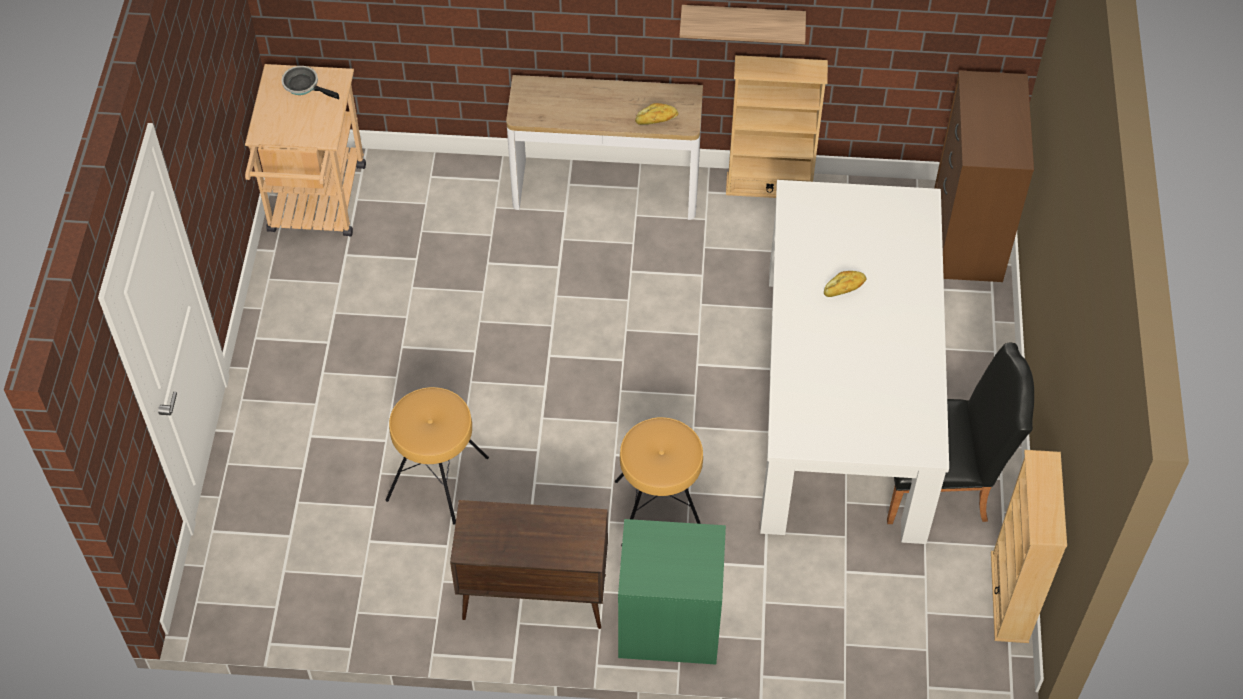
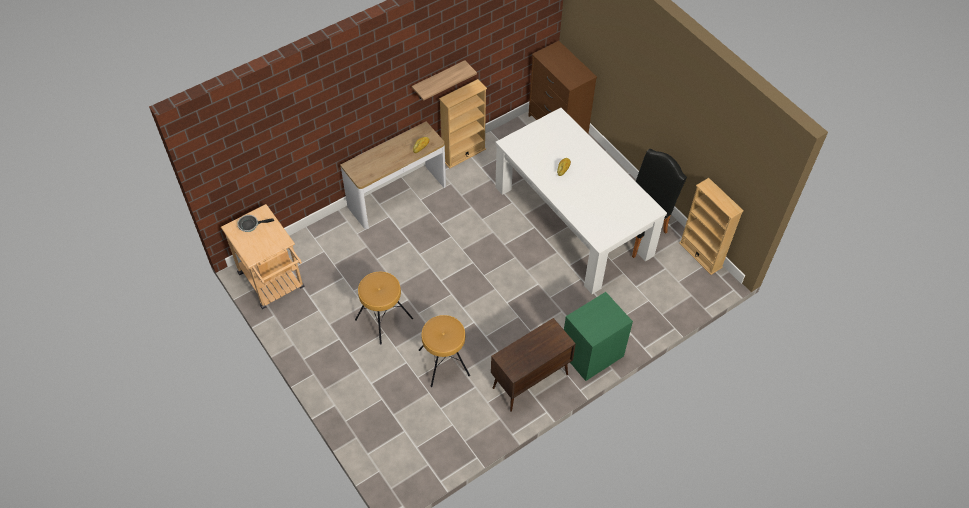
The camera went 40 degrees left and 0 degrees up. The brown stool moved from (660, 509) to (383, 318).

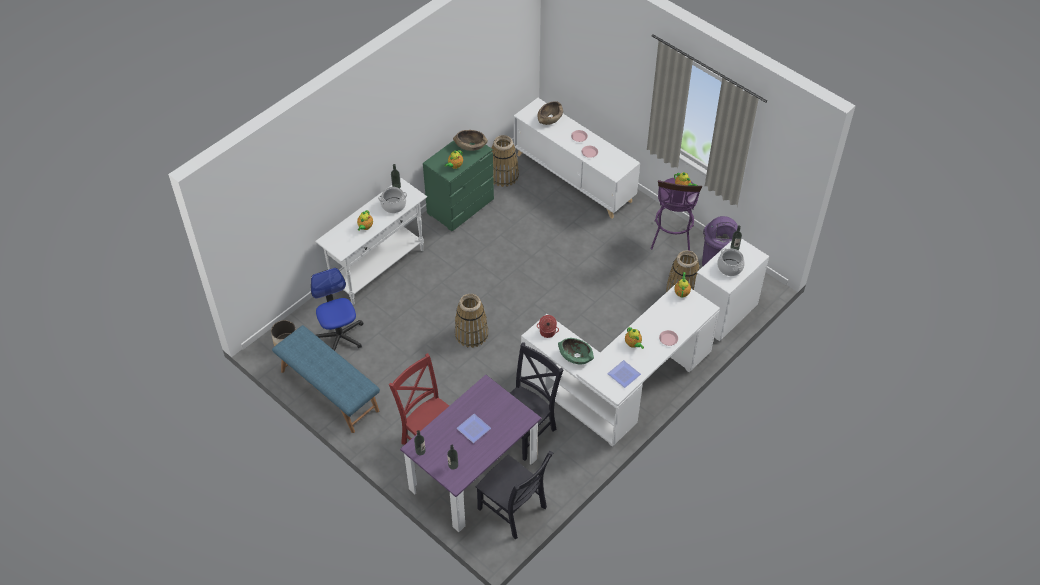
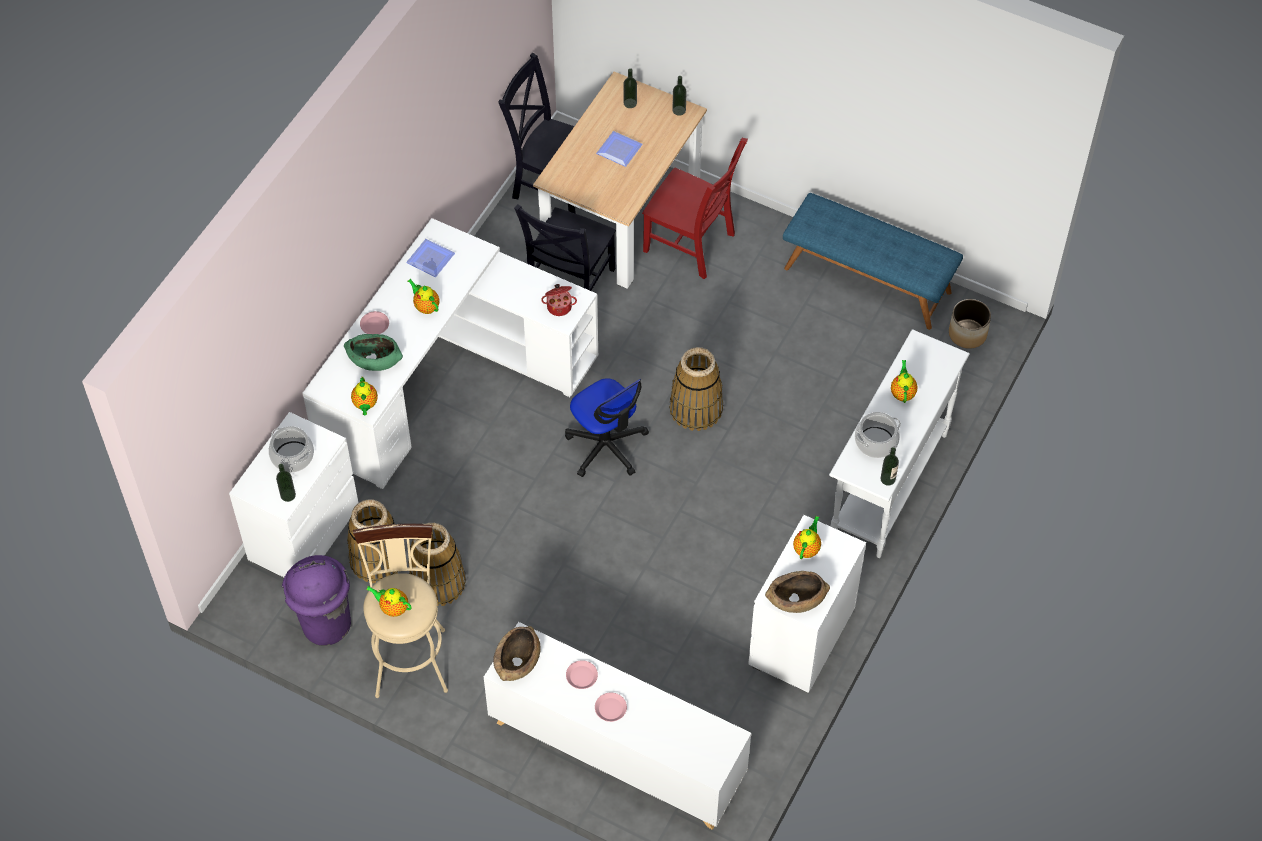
The camera went 165 degrees right and 5 degrees up. The brown bowl moved from (549, 118) to (518, 661). The basket moved from (503, 176) to (437, 582). The green dresser at (460, 206) became the white dresser at (801, 638). The purple stool at (672, 240) became the beige stool at (409, 655). The office chair moved from (339, 336) to (606, 446). The green bowl moved from (575, 356) to (374, 359). The purple dining table at (473, 474) became the beige dining table at (621, 216).

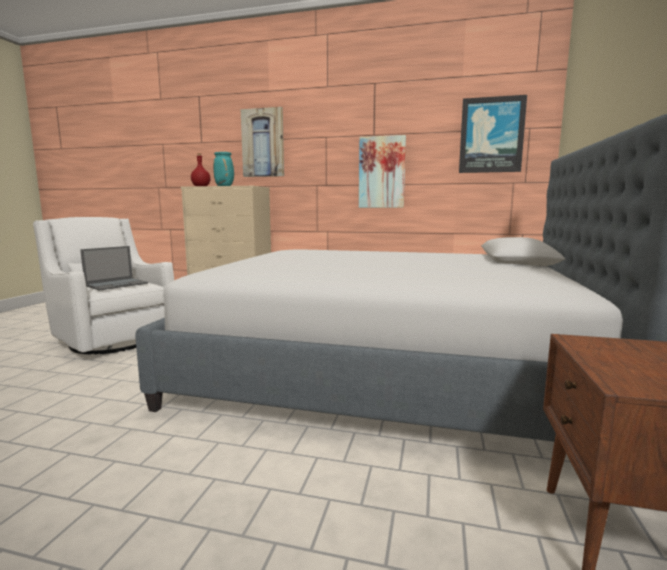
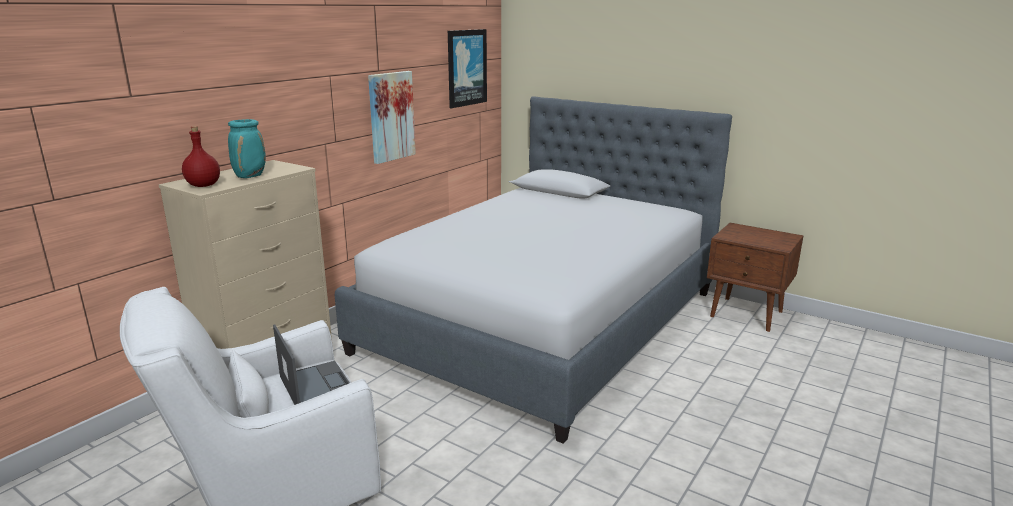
The camera went 70 degrees left and 10 degrees up. The picture at (263, 143) disappeared.

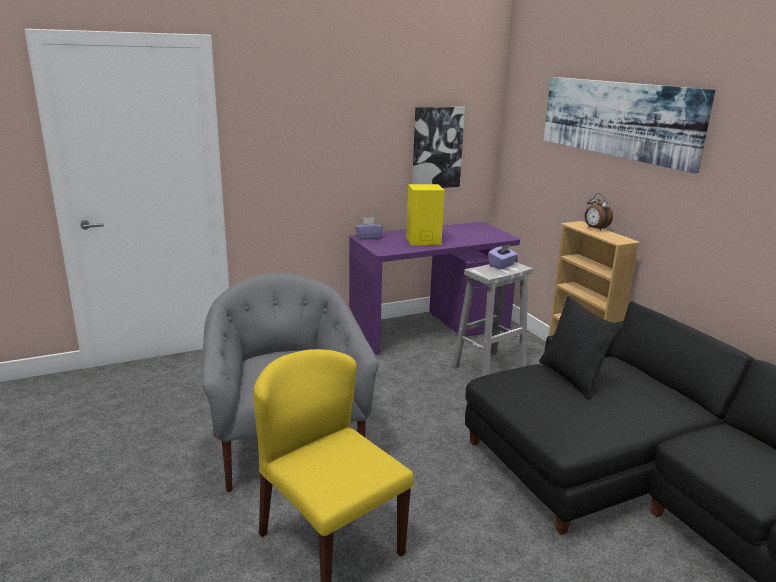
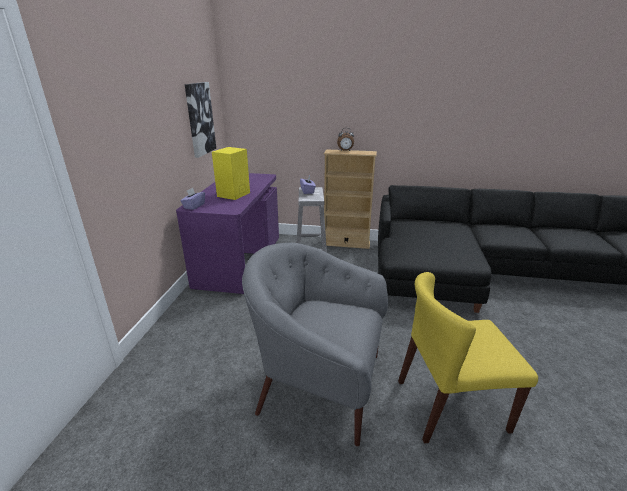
The camera went 55 degrees left and 5 degrees up. The picture at (617, 119) disappeared. The black pillow at (571, 378) disappeared.

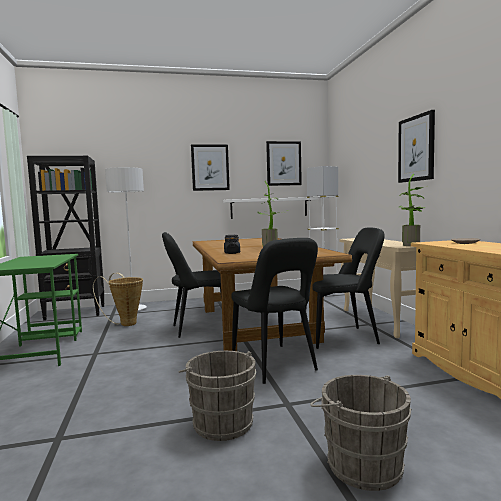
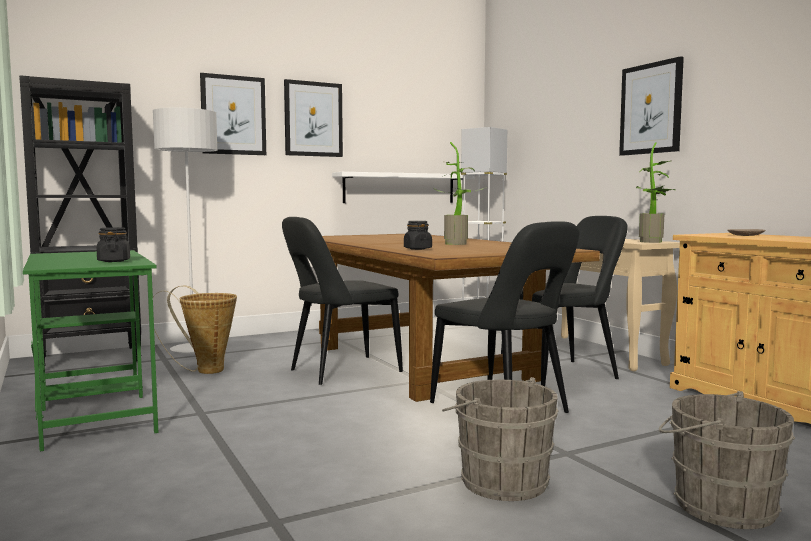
The camera went 15 degrees left and 0 degrees up. The picture moved from (283, 163) to (233, 115). The black jar at (114, 261) appeared.

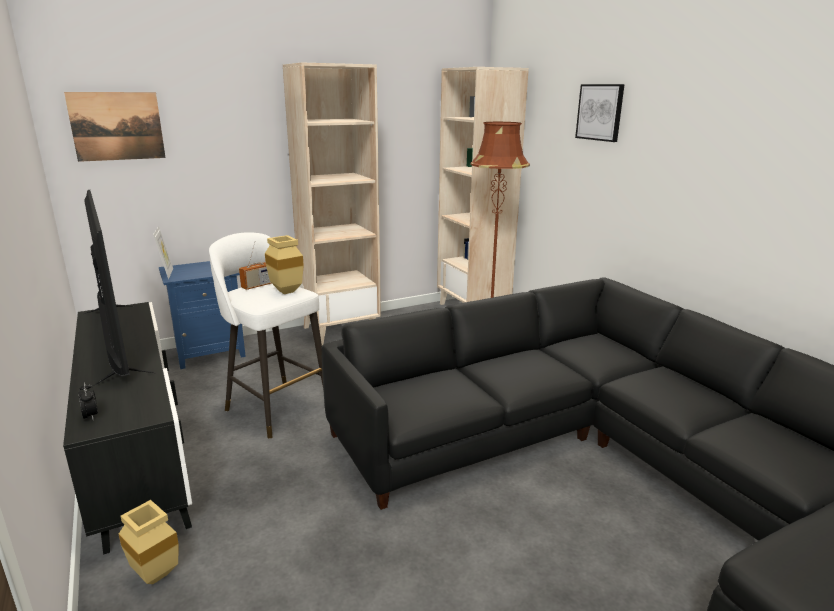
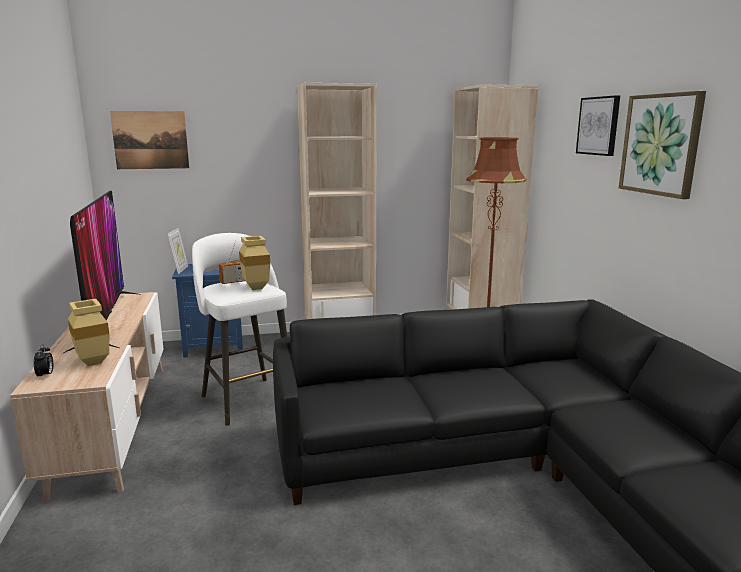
The camera went 15 degrees right and 5 degrees down. The black tv stand at (139, 451) became the beige tv stand at (115, 422). The beige vase moved from (153, 575) to (91, 362). The picture at (661, 144) appeared.

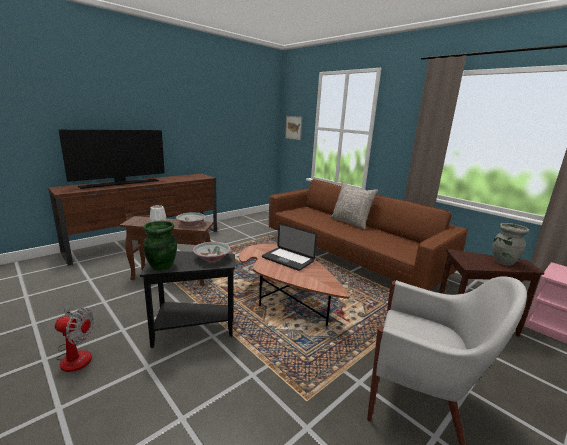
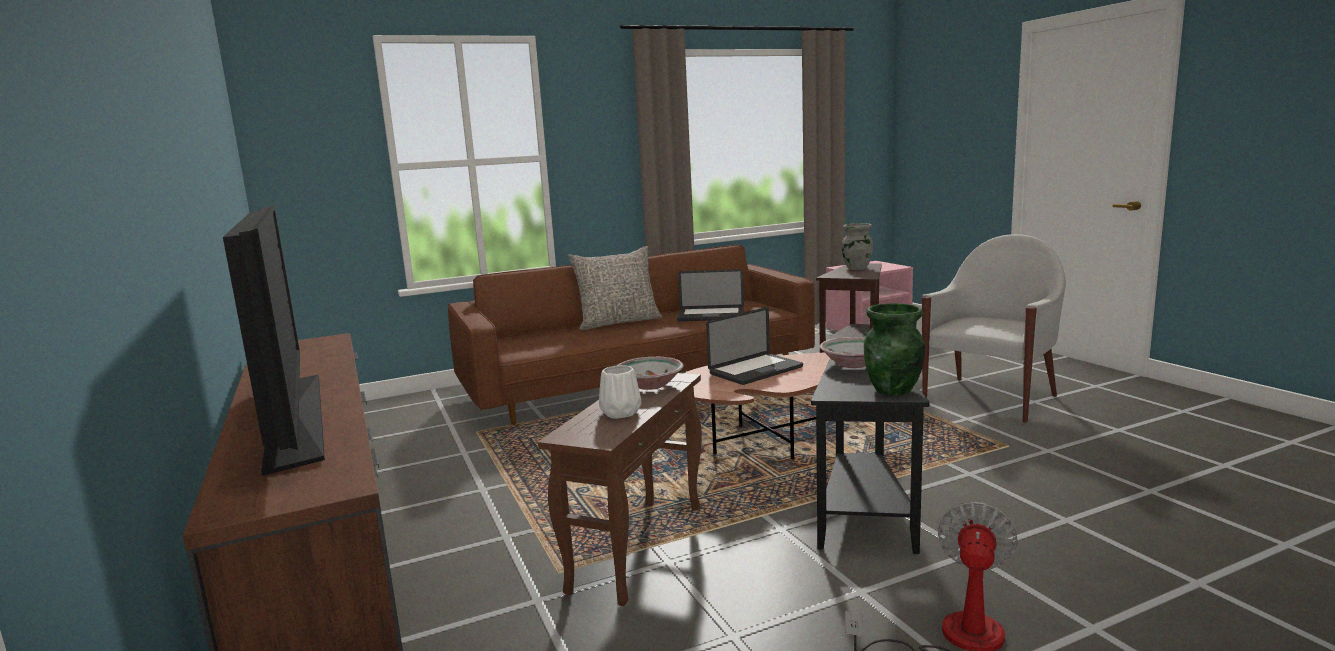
The camera went 70 degrees left and 5 degrees down. The picture at (293, 127) disappeared. The laptop at (711, 316) appeared.

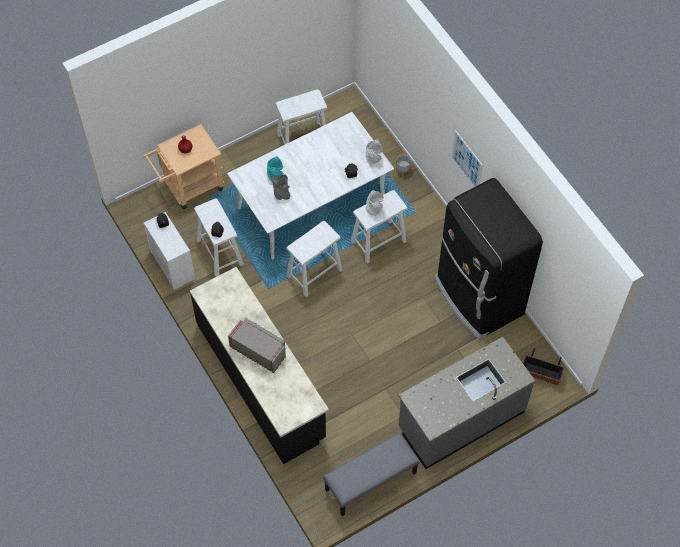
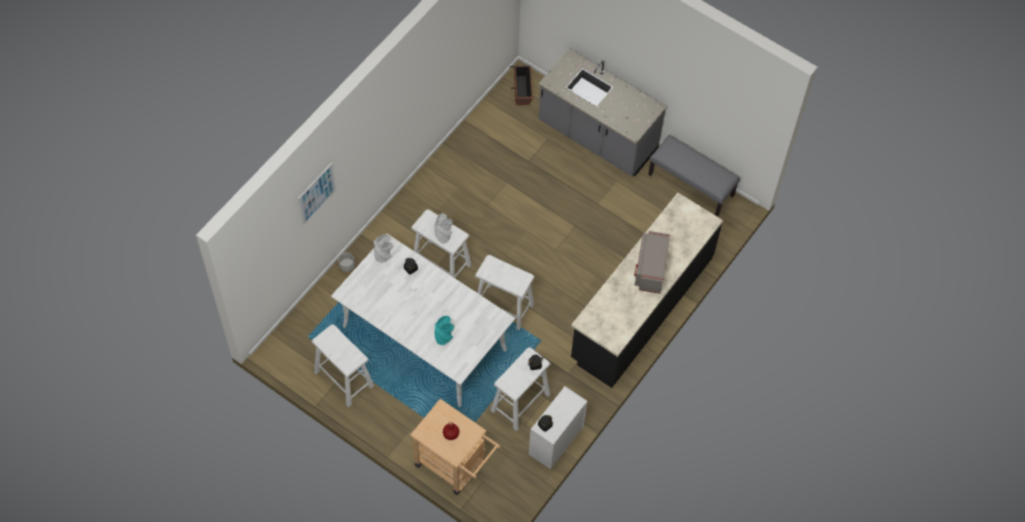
The camera went 115 degrees left and 0 degrees up. The picture moved from (467, 161) to (317, 193). The grey vase at (281, 194) disappeared. The black fridge at (478, 297) disappeared.

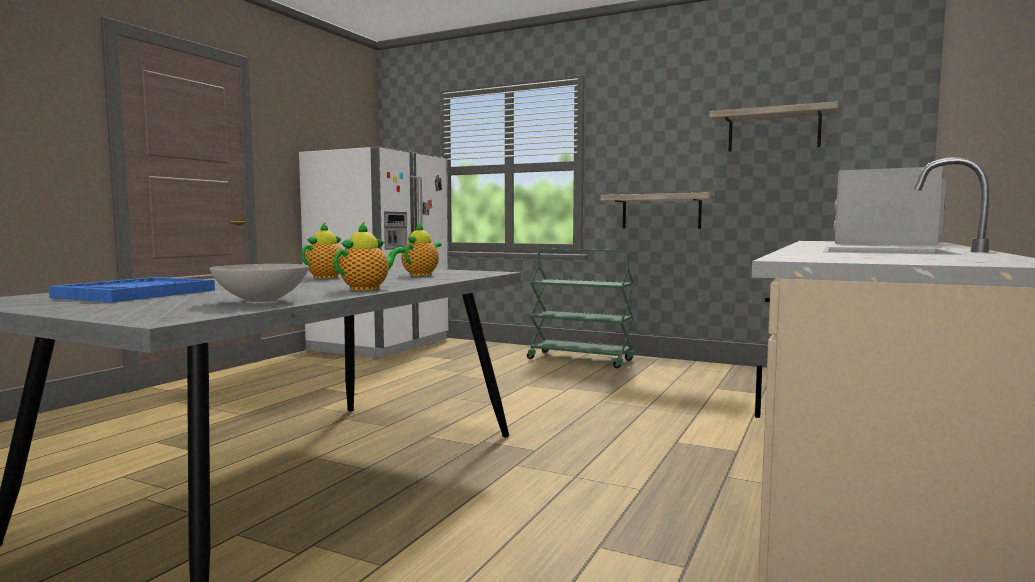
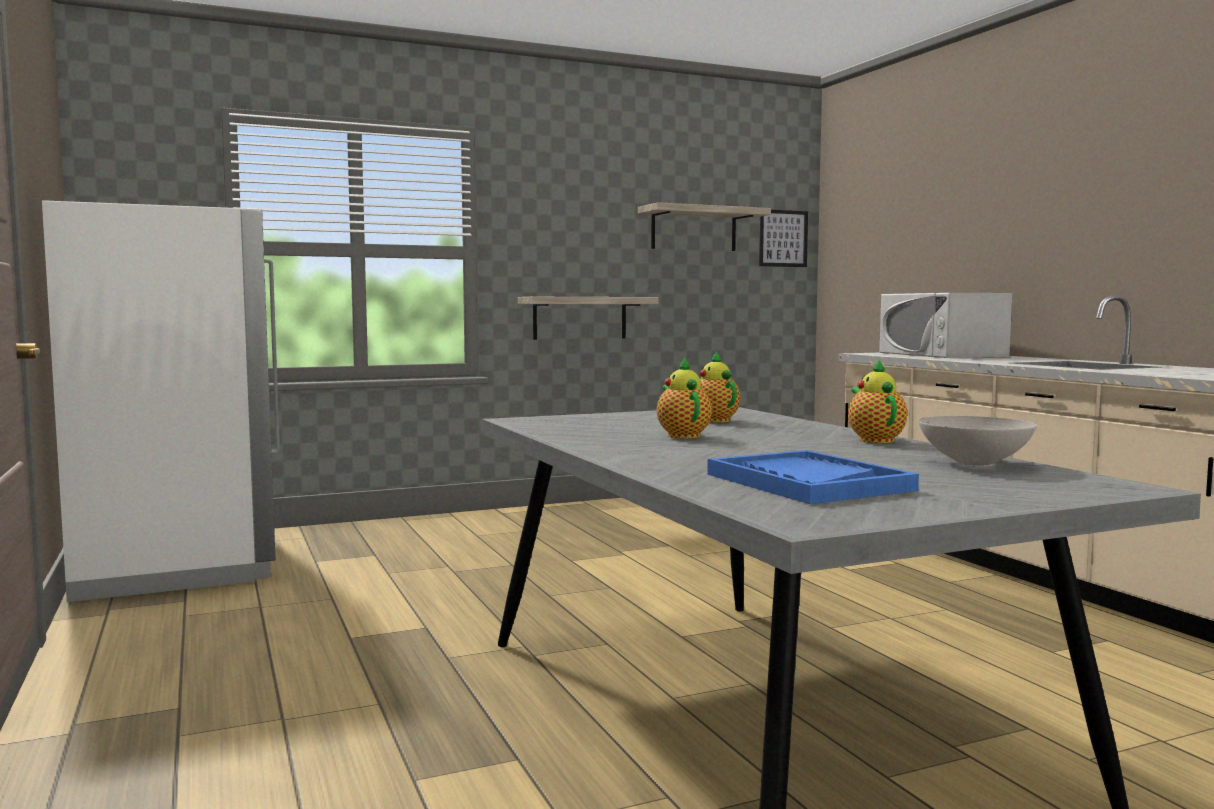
The camera went 50 degrees left and 0 degrees up. The green cart at (581, 359) disappeared. The picture at (783, 238) appeared.

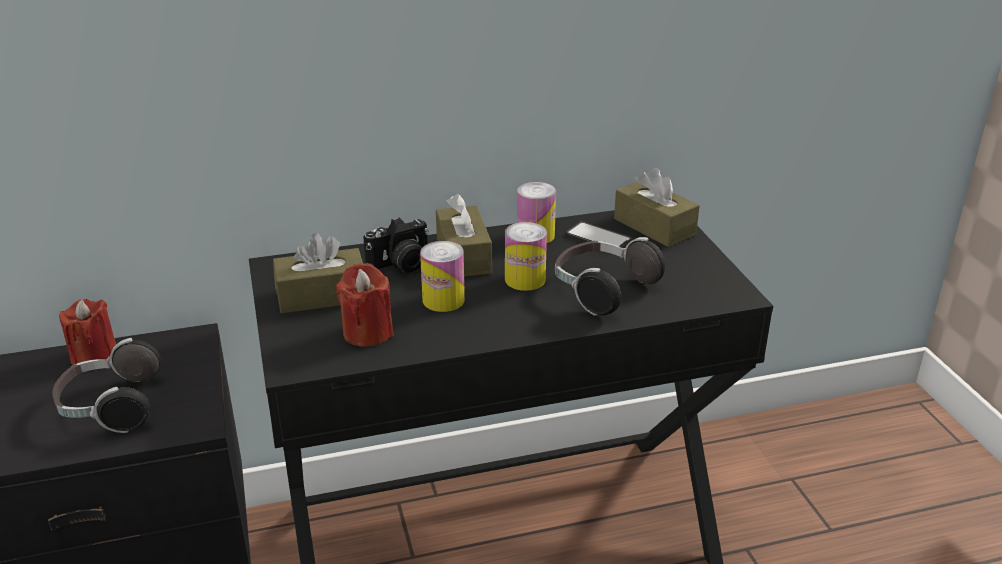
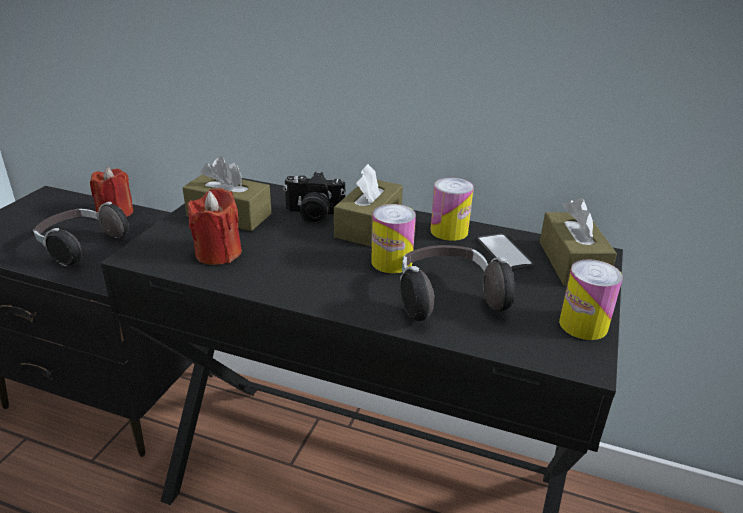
The camera went 35 degrees right and 0 degrees up. The can moved from (443, 300) to (583, 325).

